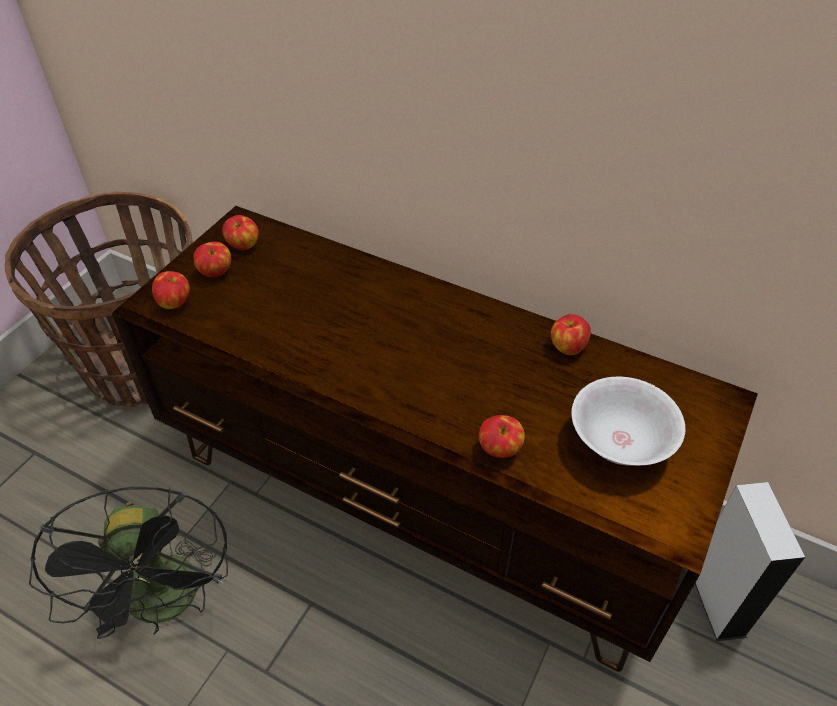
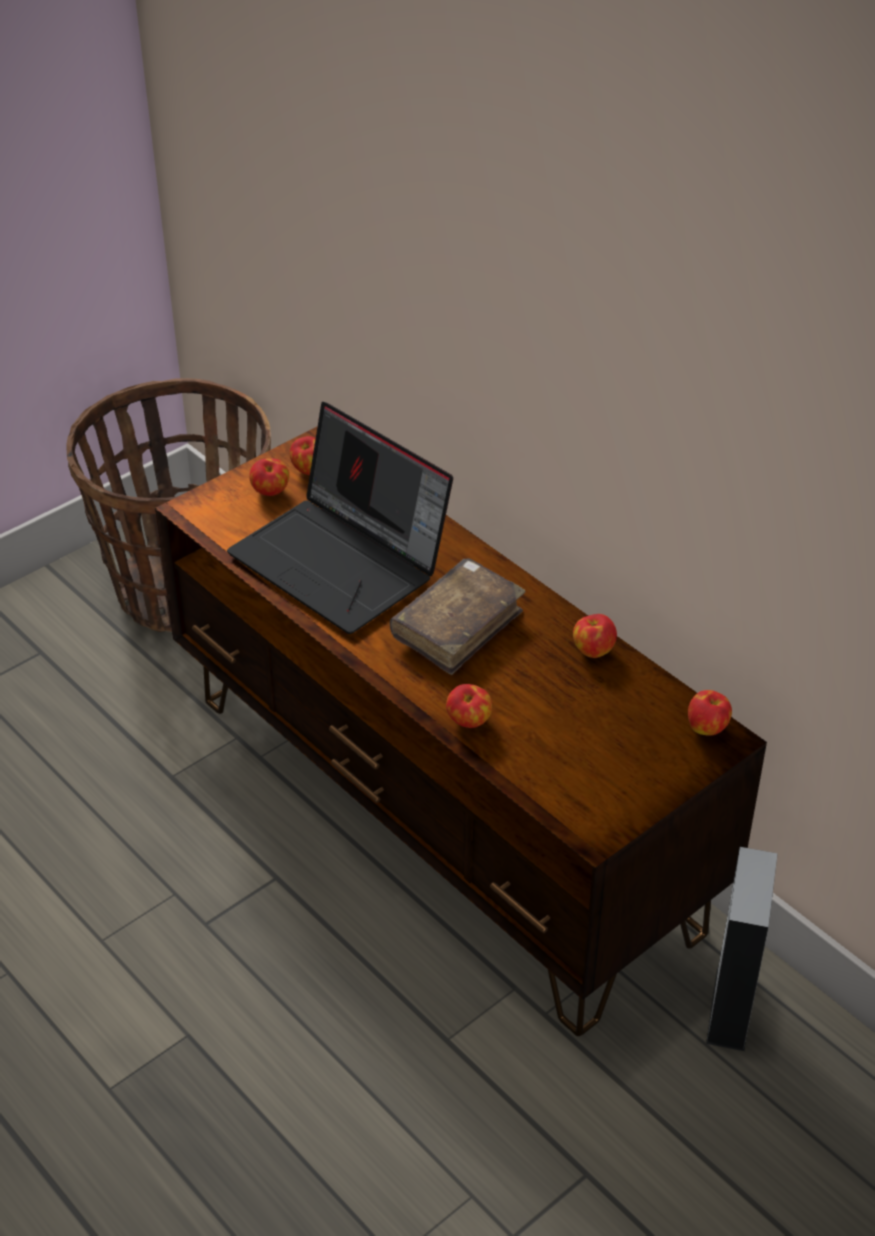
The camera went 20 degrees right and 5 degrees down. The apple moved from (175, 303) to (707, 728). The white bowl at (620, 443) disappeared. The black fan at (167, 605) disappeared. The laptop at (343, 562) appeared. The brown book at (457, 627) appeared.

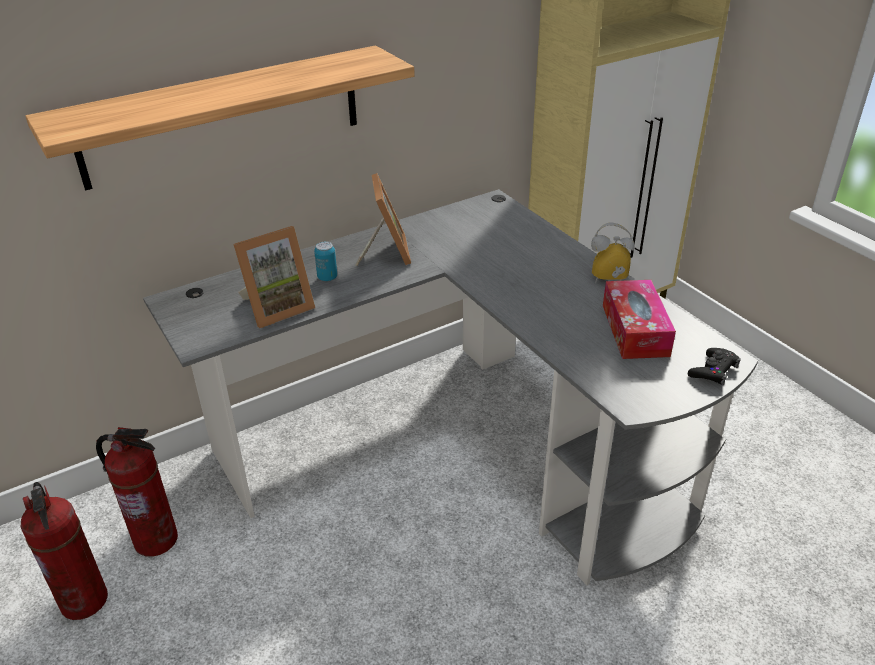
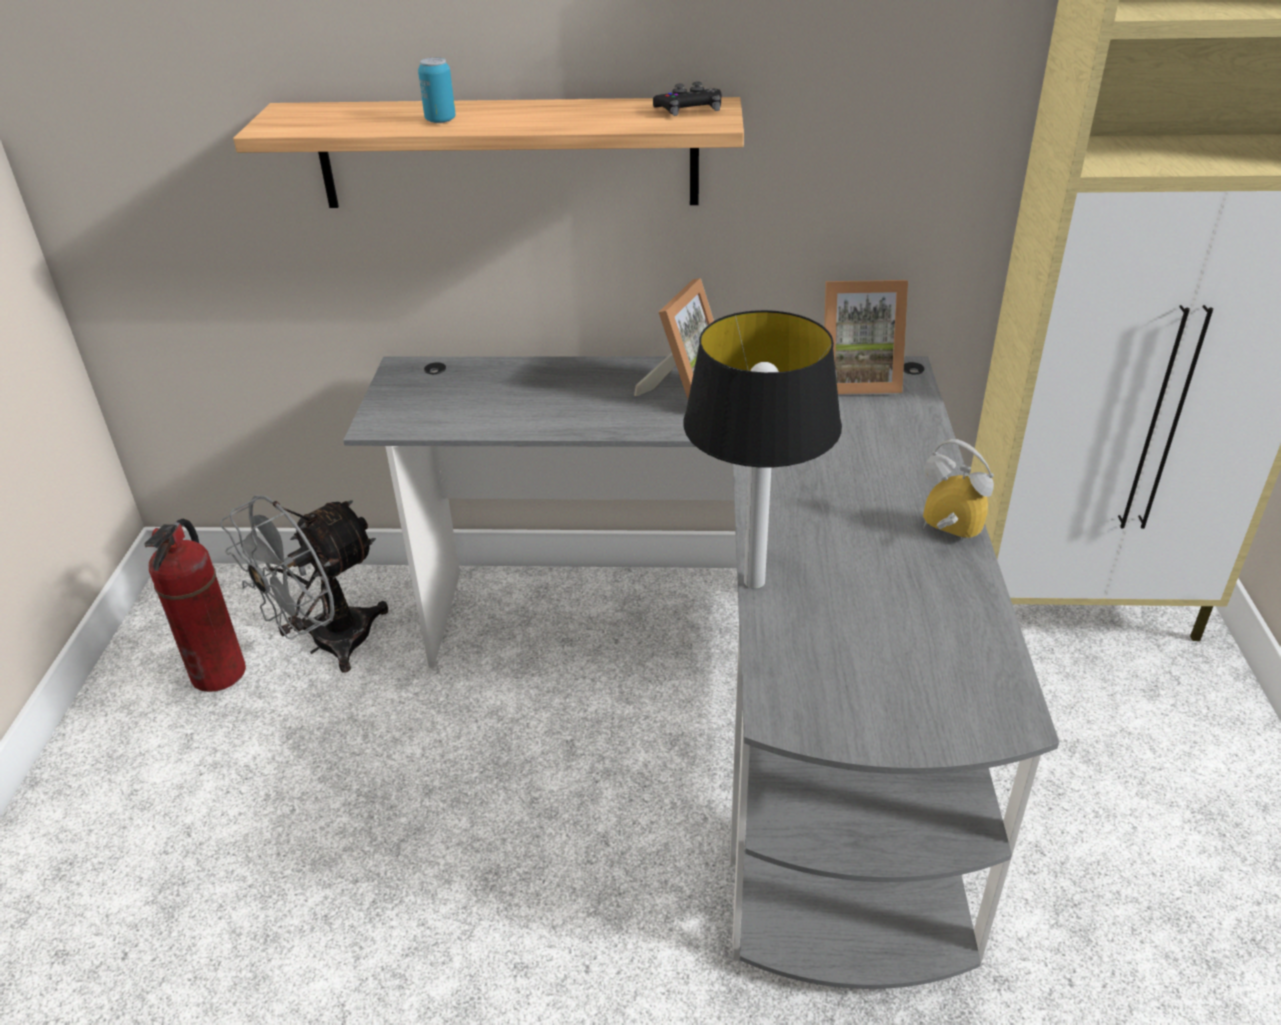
The camera went 35 degrees right and 0 degrees up. The picture frame moved from (277, 307) to (857, 379). The can moved from (327, 277) to (440, 120). The tissue box at (635, 330) disappeared. The black game controller moved from (713, 371) to (689, 109). The fire extinguisher at (157, 539) was replaced by the grey fan at (327, 644). The table lamp at (755, 582) appeared.

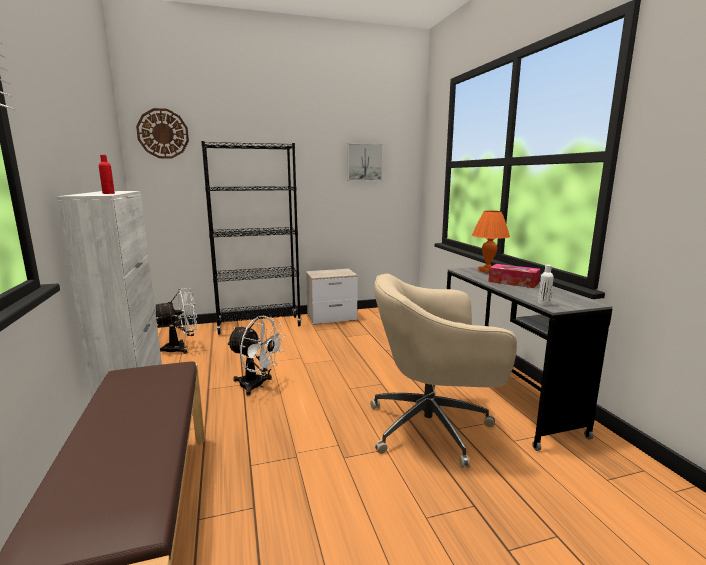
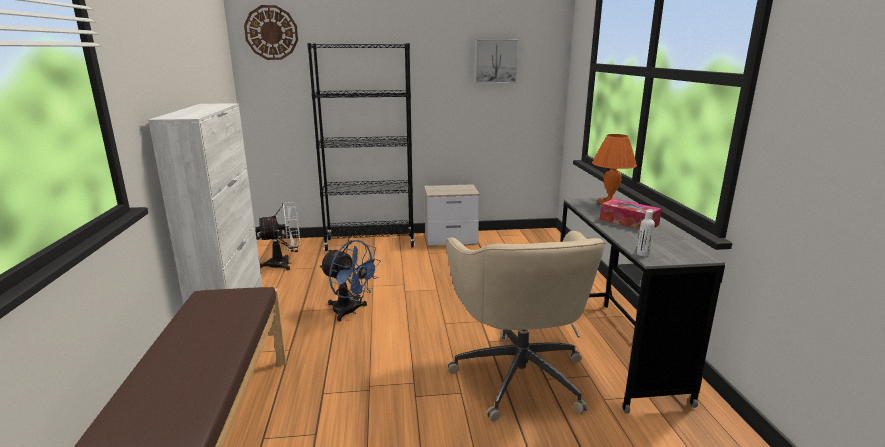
The camera went 10 degrees right and 5 degrees up. The red bottle at (108, 193) disappeared. The beige office chair at (432, 427) turned 105 degrees counterclockwise. The white fan at (257, 386) became the blue fan at (350, 312).

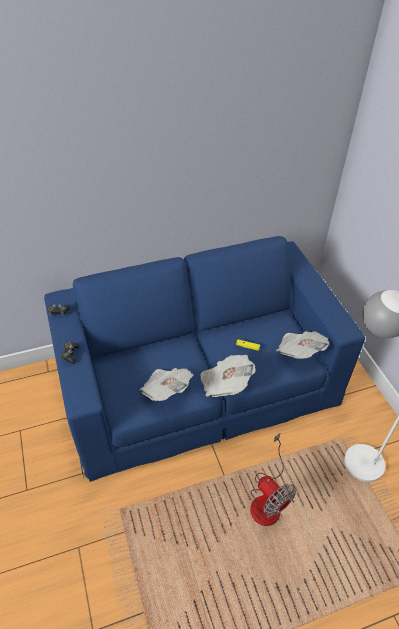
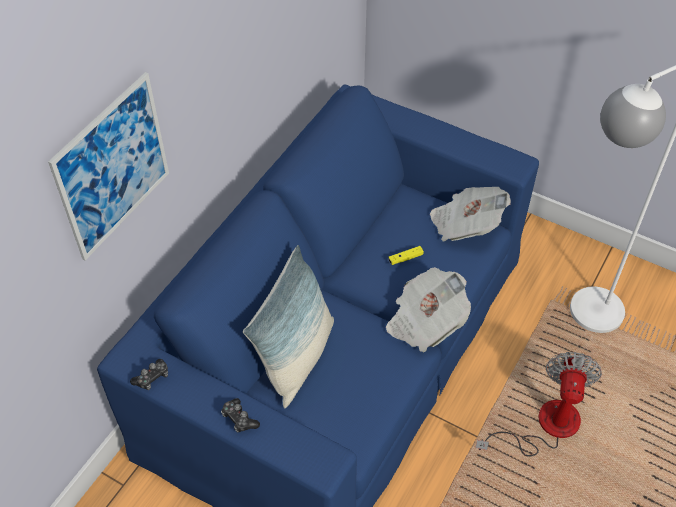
The camera went 40 degrees left and 5 degrees up. The newspaper at (166, 390) disappeared. The fan at (267, 499) turned 90 degrees counterclockwise. The picture at (113, 167) appeared. The pillow at (297, 358) appeared.

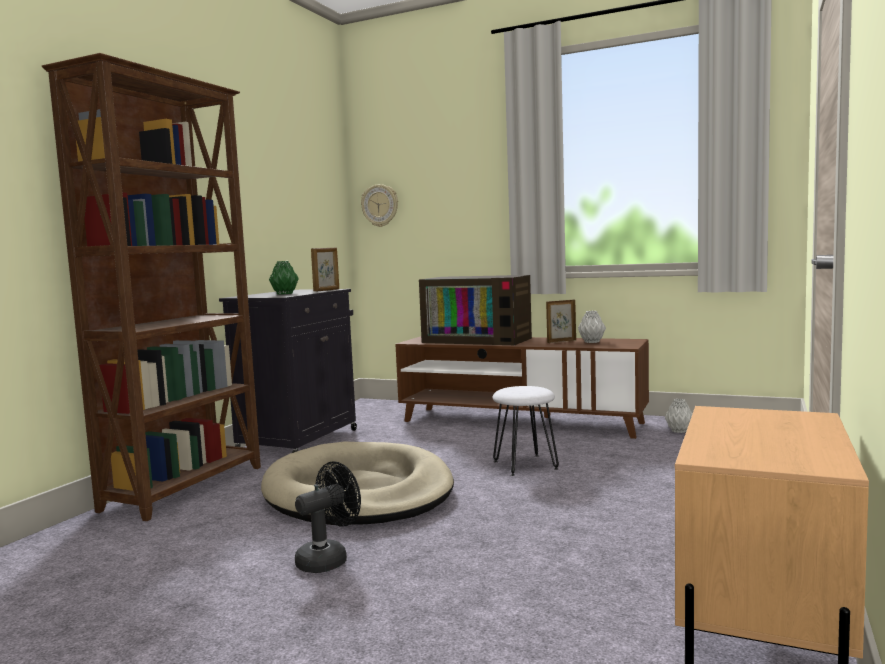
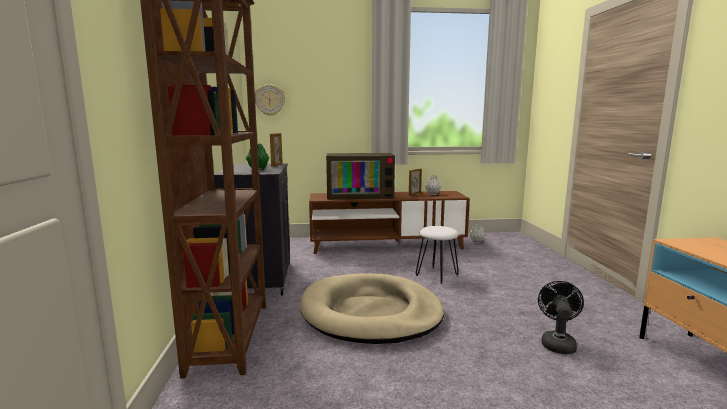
The camera went 30 degrees left and 5 degrees up. The black fan moved from (328, 559) to (557, 343).

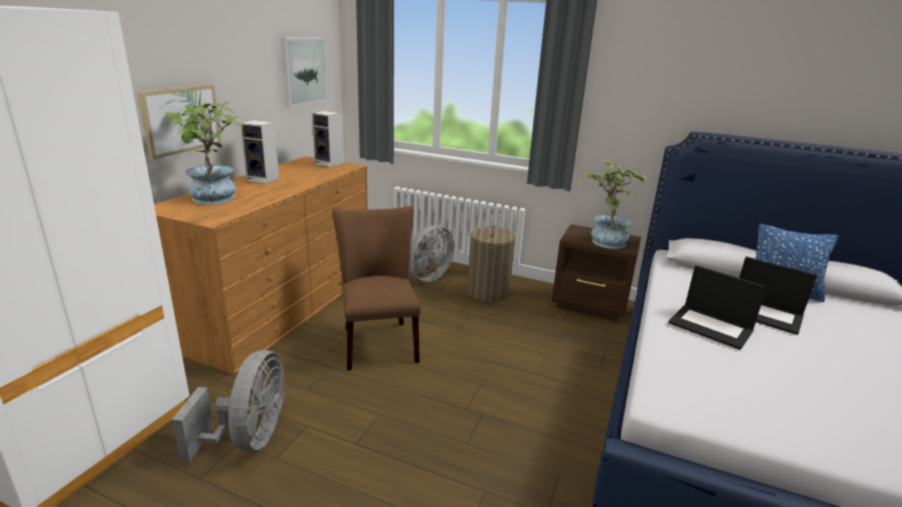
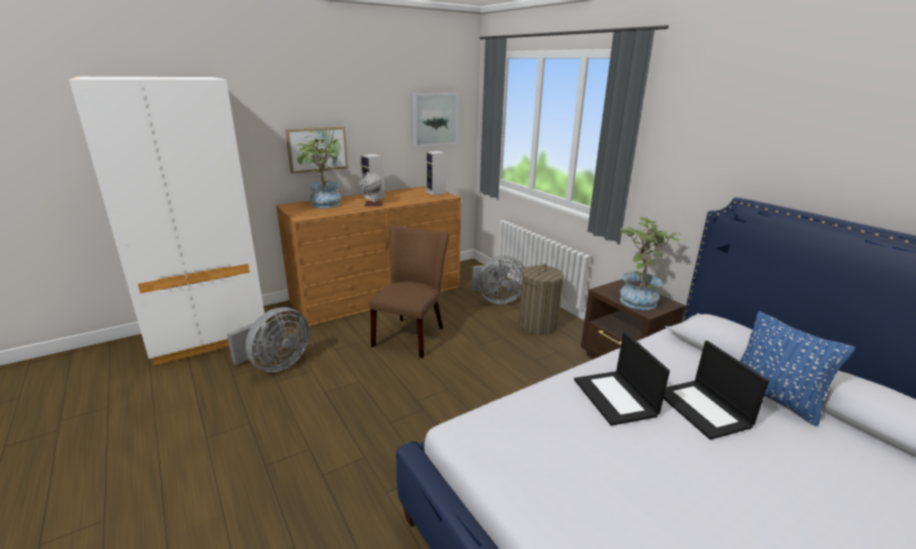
The camera went 35 degrees right and 0 degrees up. The globe at (373, 204) appeared.

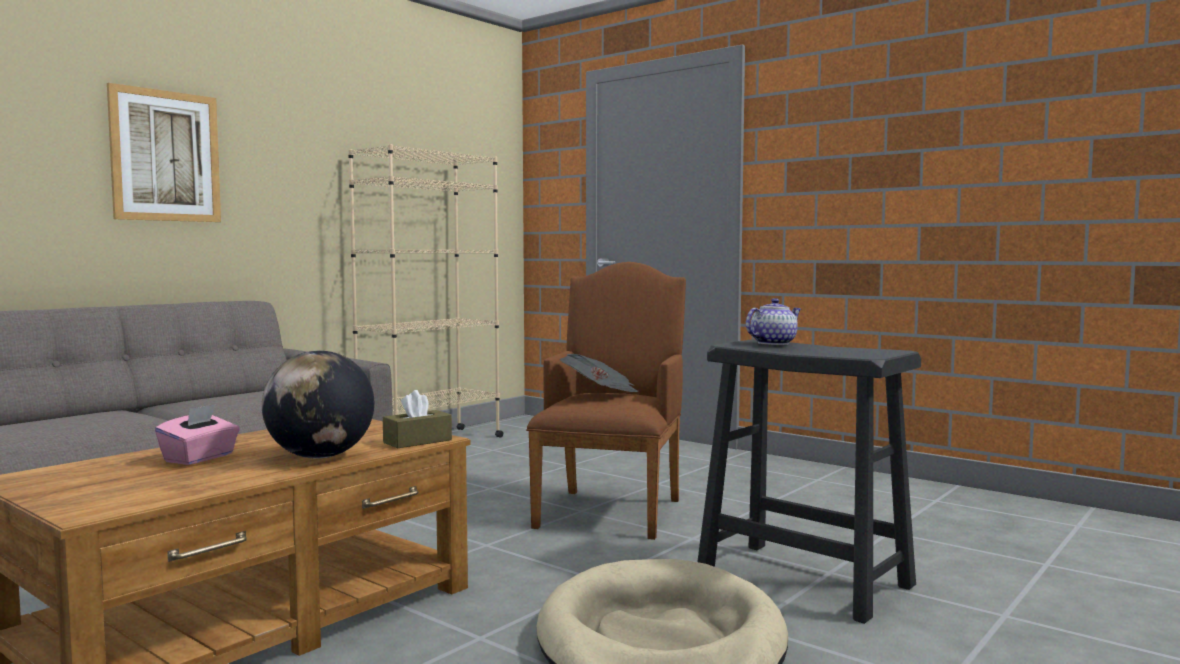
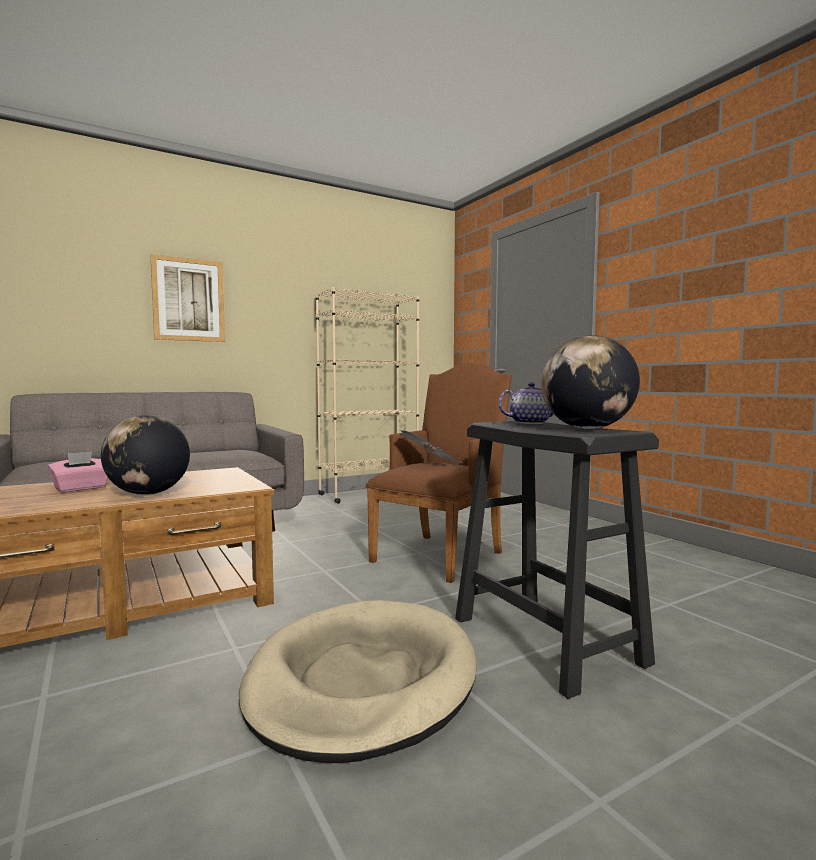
The camera went 20 degrees right and 0 degrees up. The brown tissue box at (417, 441) disappeared. The globe at (587, 428) appeared.

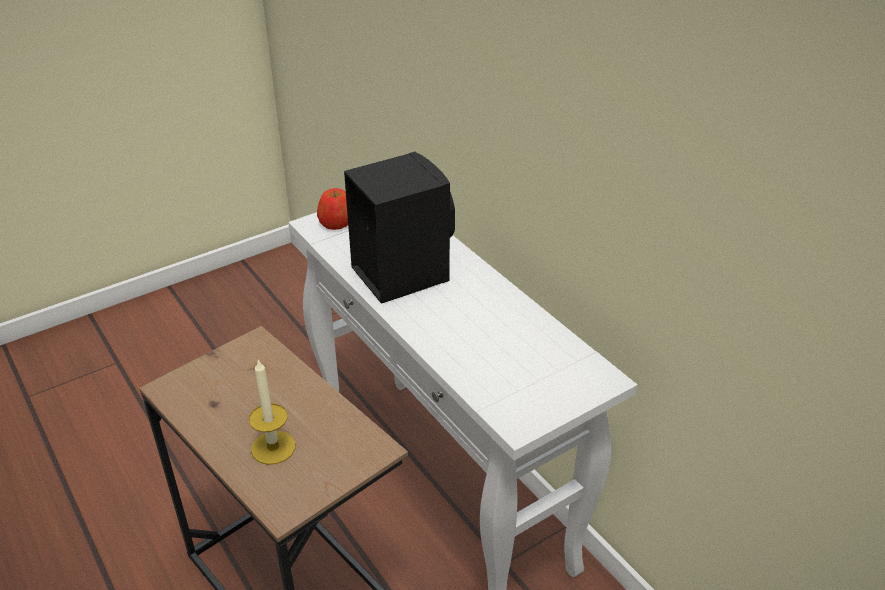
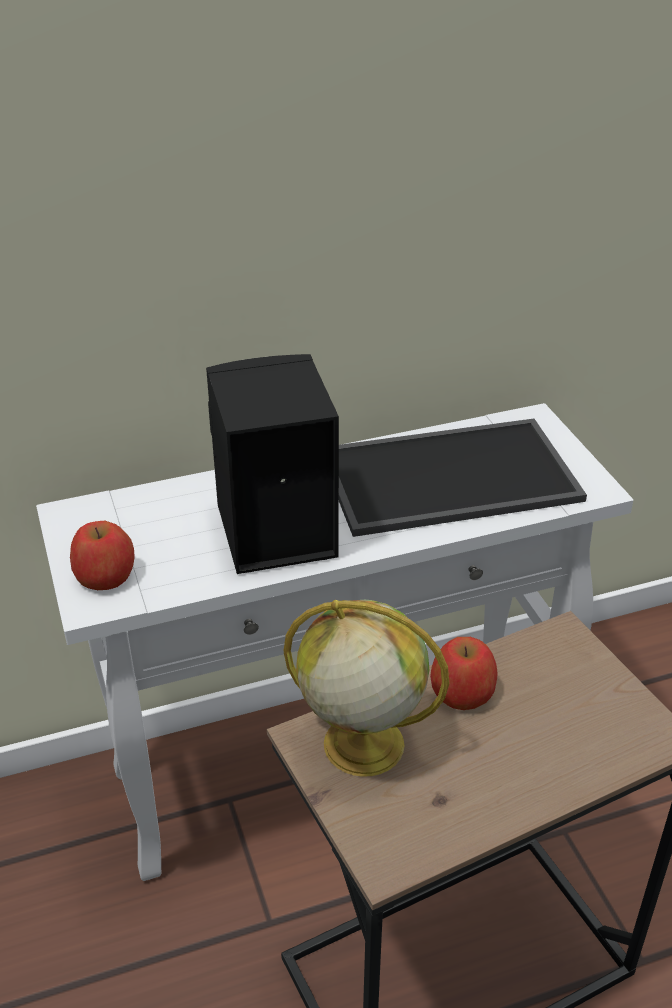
The camera went 75 degrees left and 0 degrees up. The candle at (273, 447) disappeared. The tray at (447, 479) appeared. The globe at (360, 744) appeared. The apple at (462, 692) appeared.

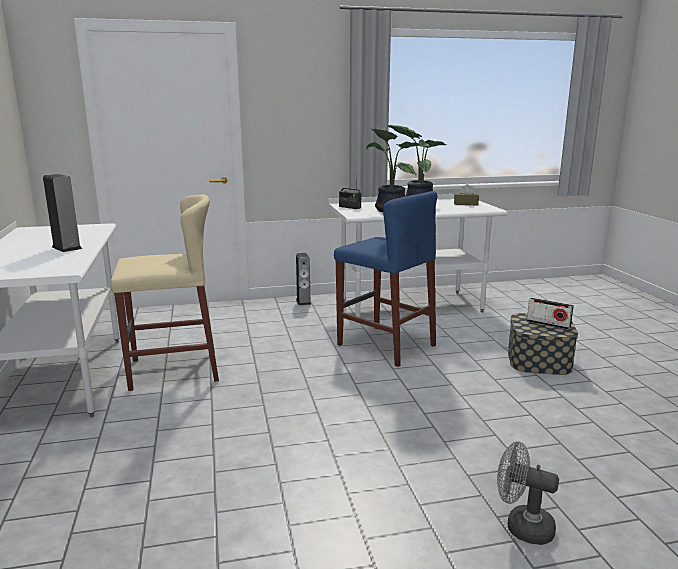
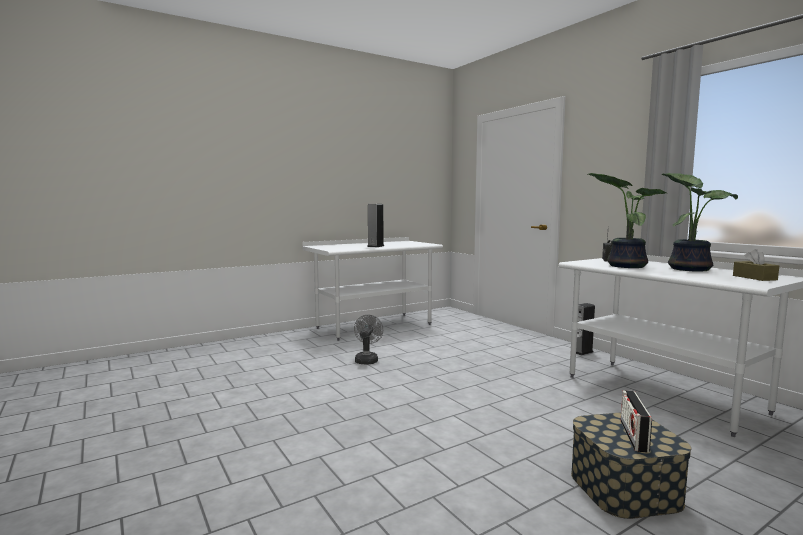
The camera went 70 degrees right and 10 degrees down. The blue stool at (386, 345) disappeared. The beige stool at (174, 370) disappeared. The grey fan moved from (522, 526) to (367, 359).

